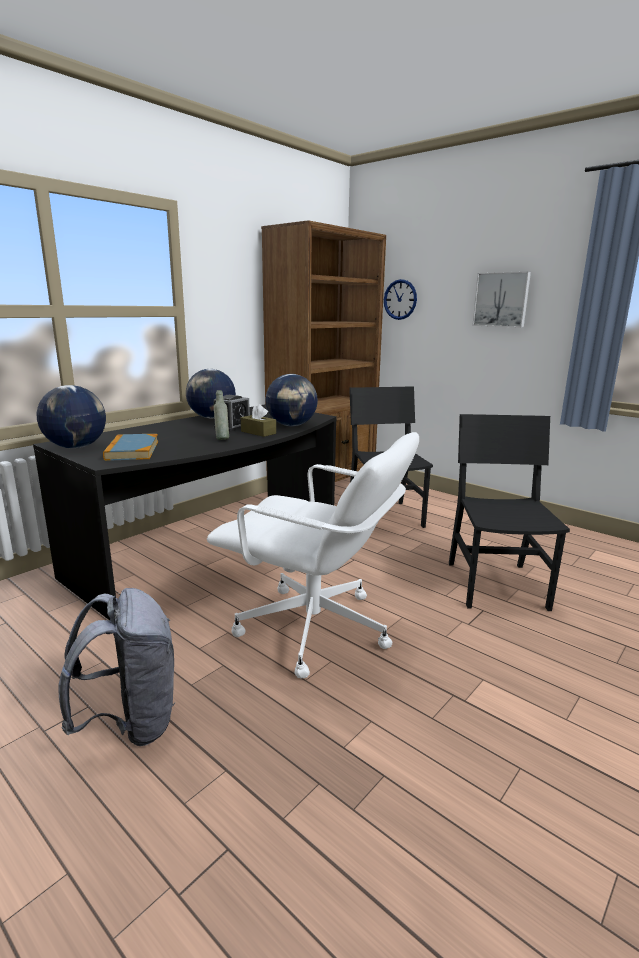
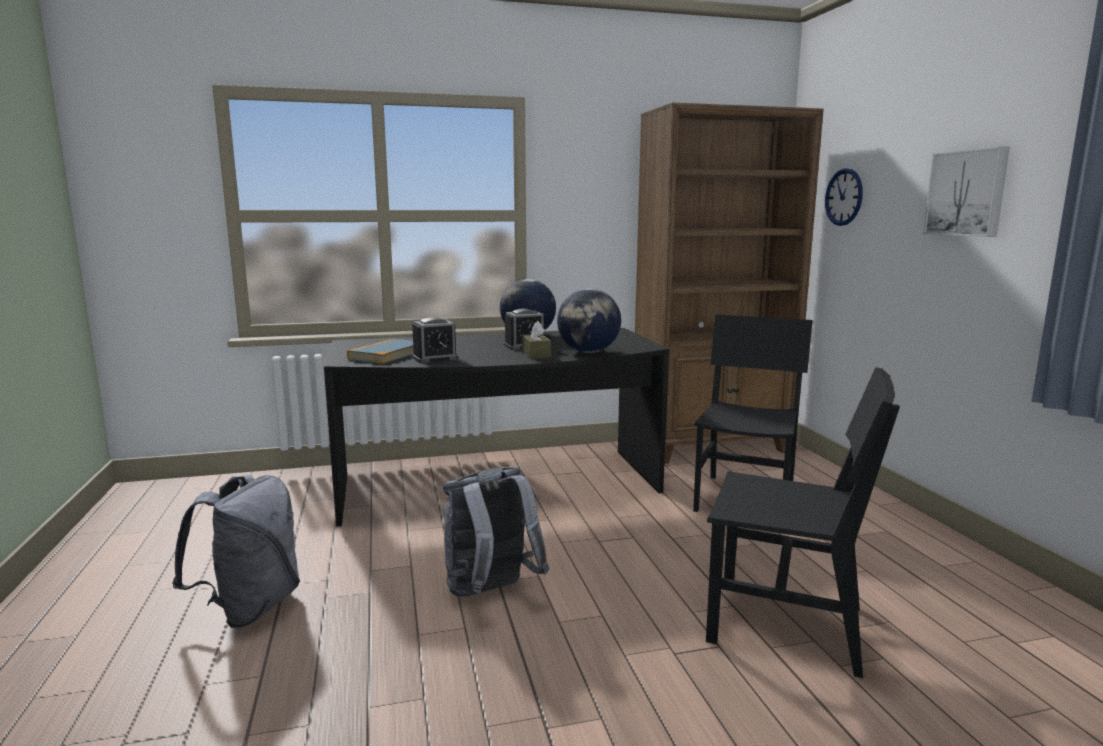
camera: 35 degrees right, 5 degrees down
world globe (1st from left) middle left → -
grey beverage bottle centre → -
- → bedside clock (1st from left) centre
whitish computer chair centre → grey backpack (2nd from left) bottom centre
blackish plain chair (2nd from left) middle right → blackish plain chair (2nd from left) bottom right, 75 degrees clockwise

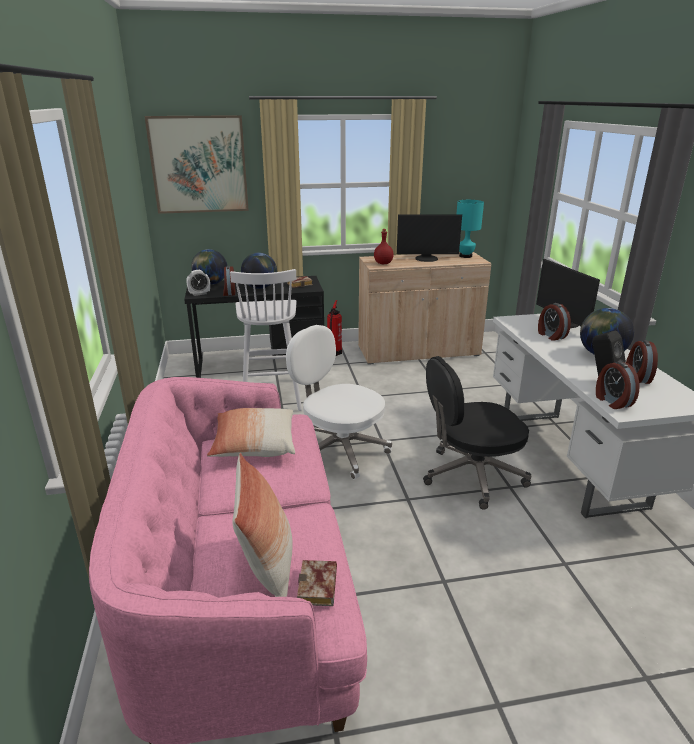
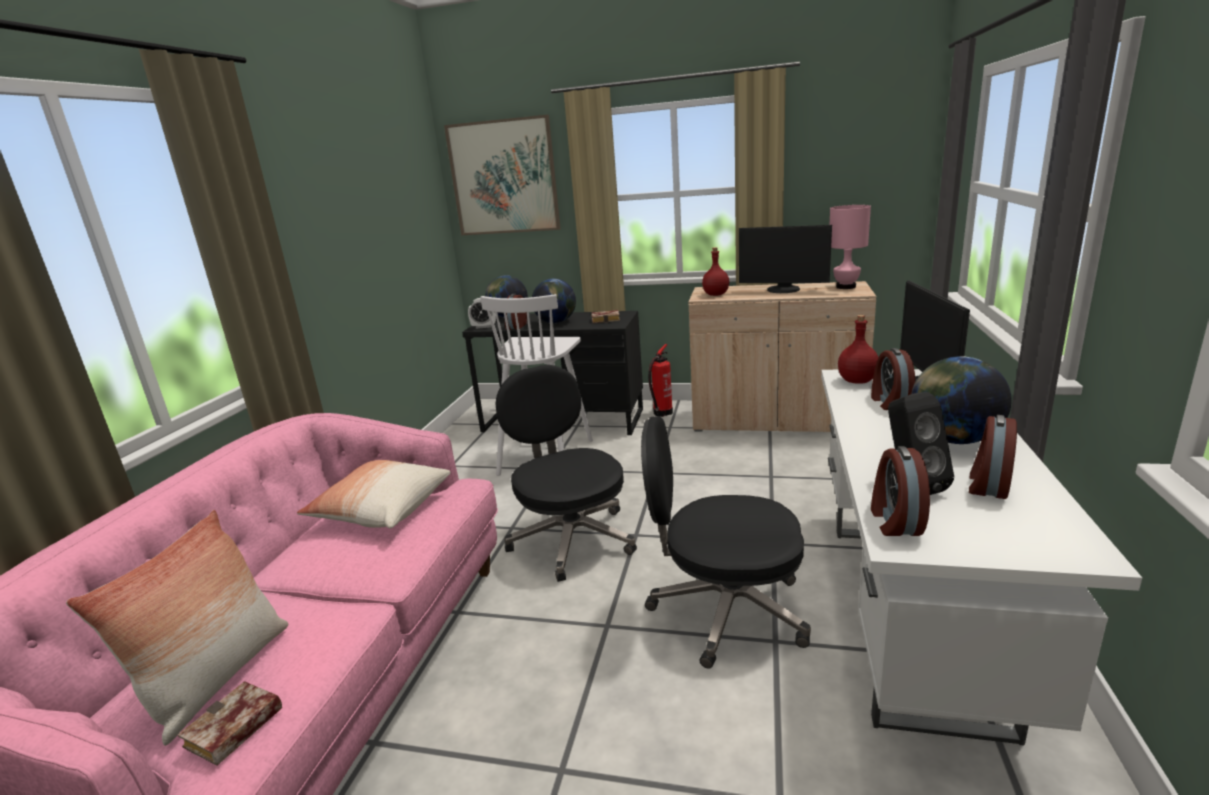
camera: 25 degrees right, 5 degrees down
- → red-coloured beverage bottle (2nd from left) middle right
whitish computer chair centre → blackish computer chair (1st from left) centre
blue-green lamp for a table top right → pink-coloured lamp for a table top right

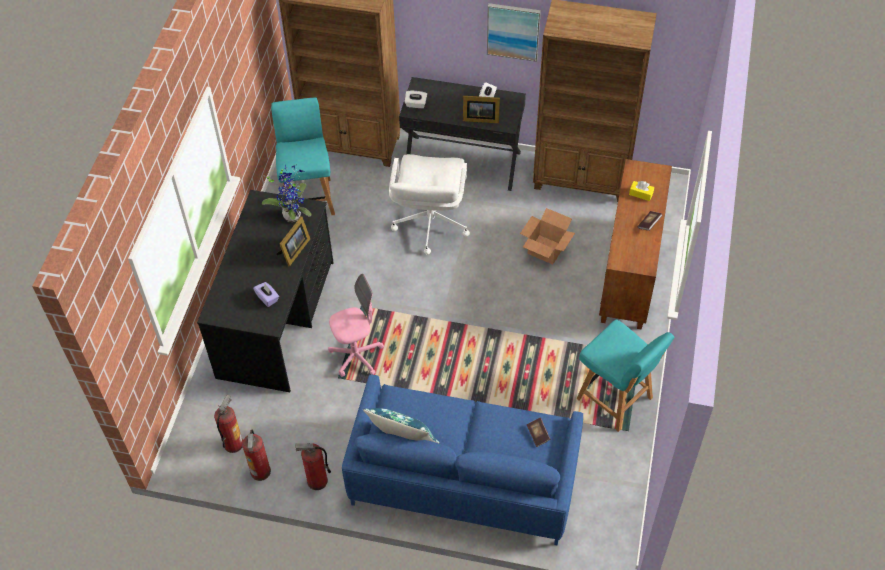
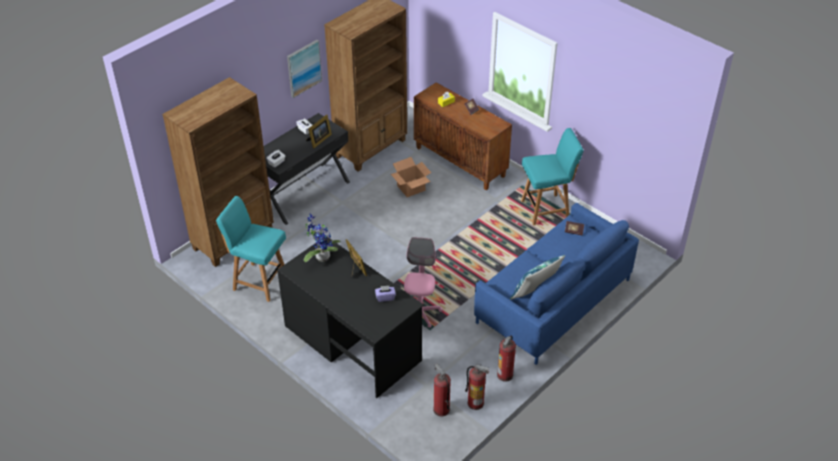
camera: 60 degrees left, 10 degrees down
whitish computer chair centre → -

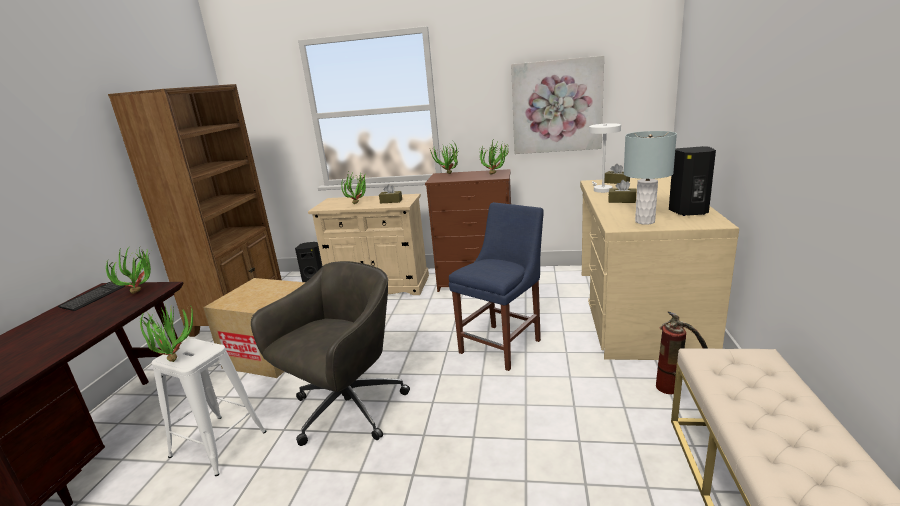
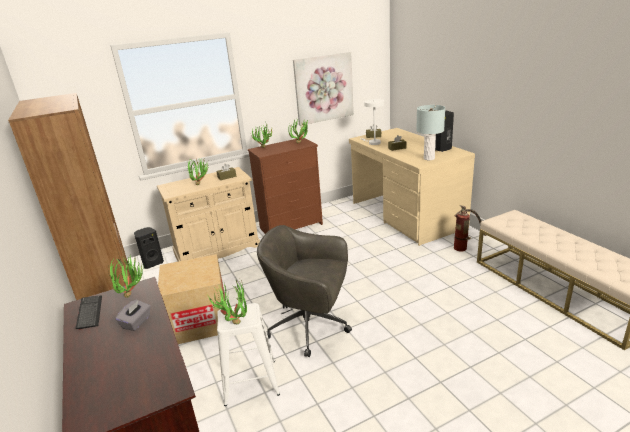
camera: 35 degrees left, 5 degrees up
blue-coloured plain chair centre → -
- → grey tissue box bottom left
grey computer chair bottom centre, 75 degrees counterclockwise

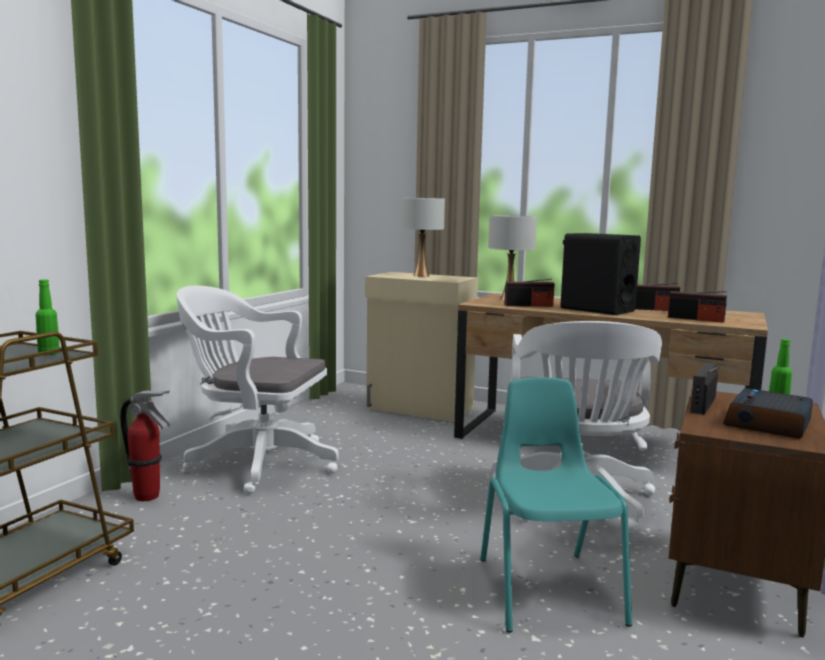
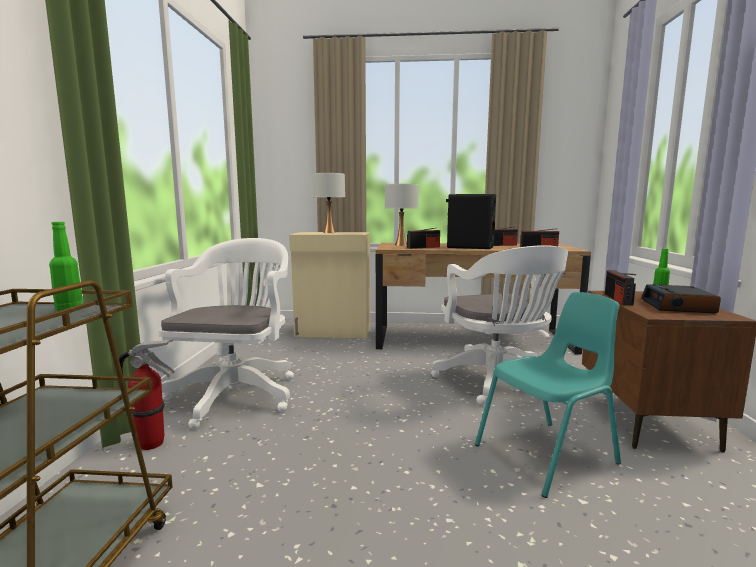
camera: 20 degrees left, 0 degrees up
whitish computer chair (1st from left) middle left, 105 degrees clockwise
blue-green plain chair bottom right, 90 degrees clockwise

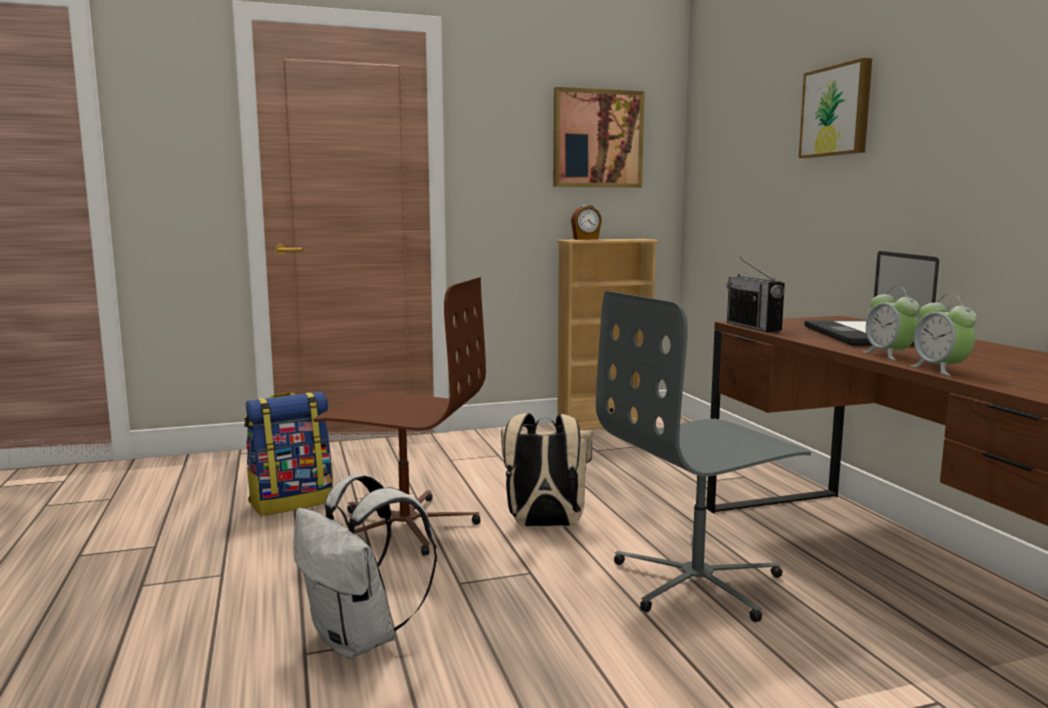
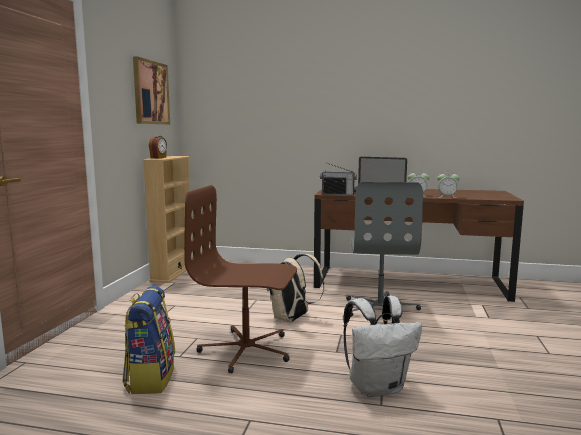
camera: 60 degrees left, 0 degrees up
picture (2nd from left) top right → -
brown-coloured computer chair centre, 120 degrees counterclockwise

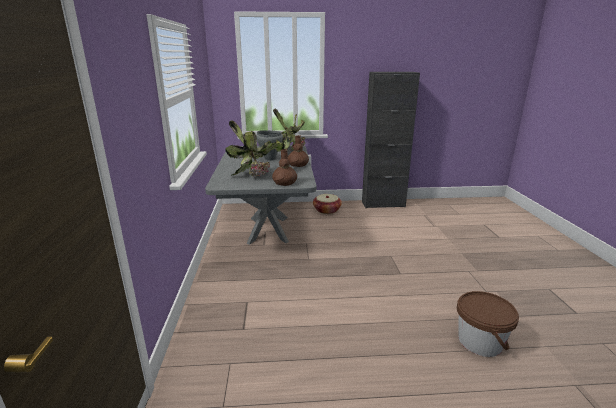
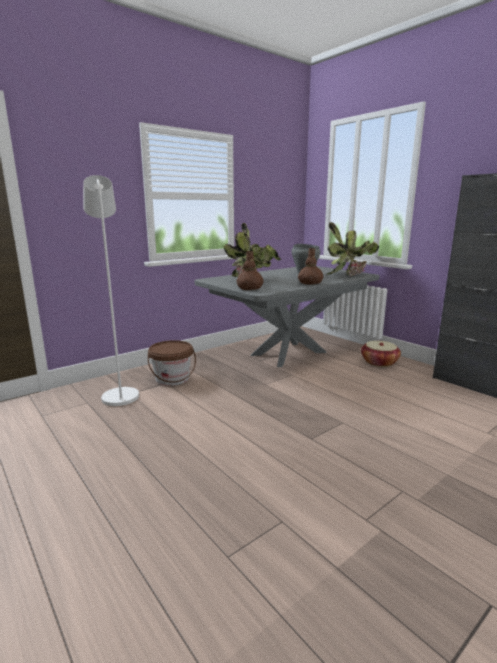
camera: 55 degrees right, 5 degrees down
- → whitish standard lamp middle left
brown-coloured bucket bottom right → brown-coloured bucket centre, moved

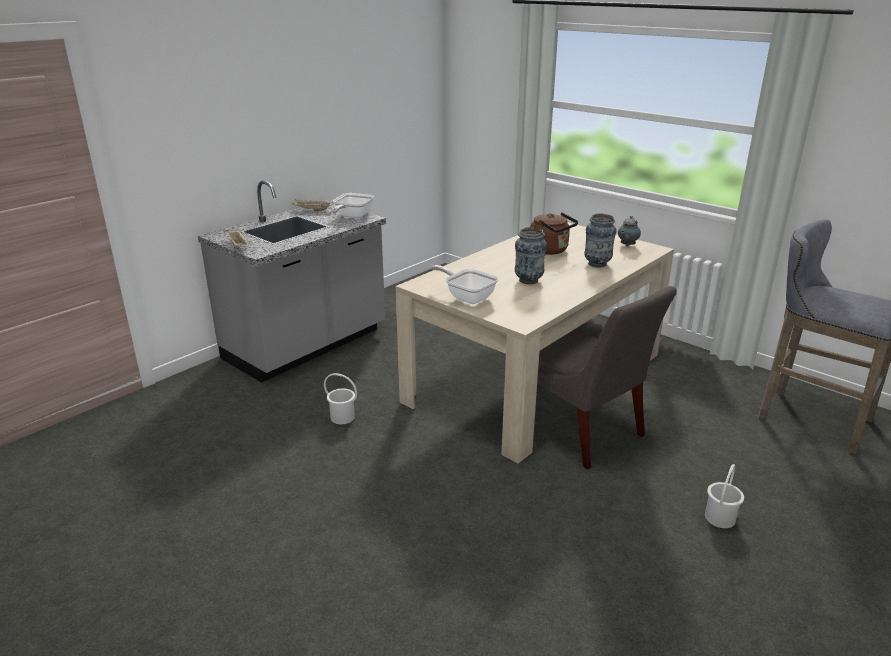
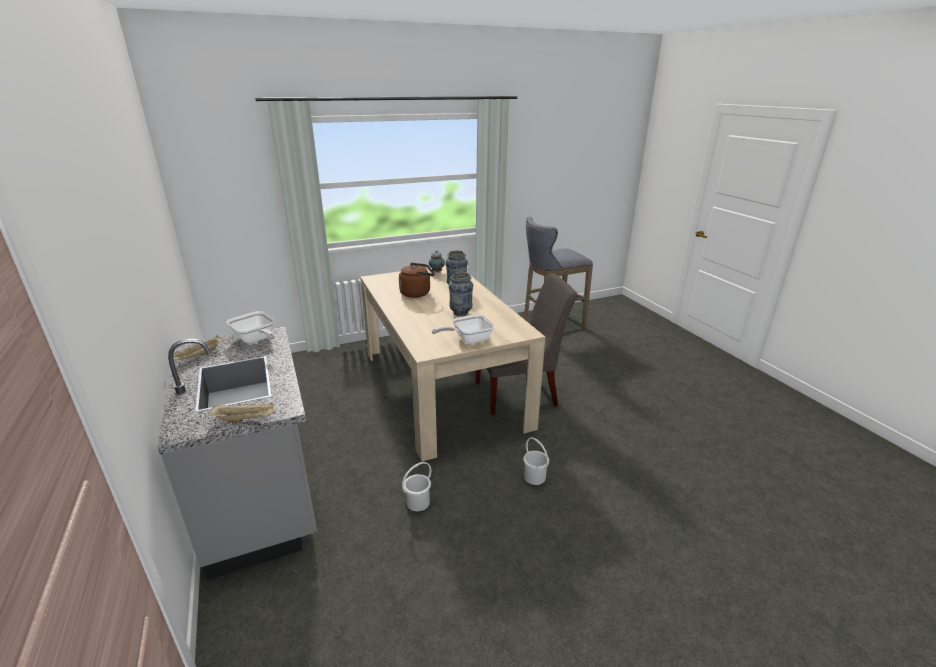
camera: 65 degrees left, 0 degrees up
whitish bucket (2nd from left) bottom right → whitish bucket (2nd from left) bottom centre, moved

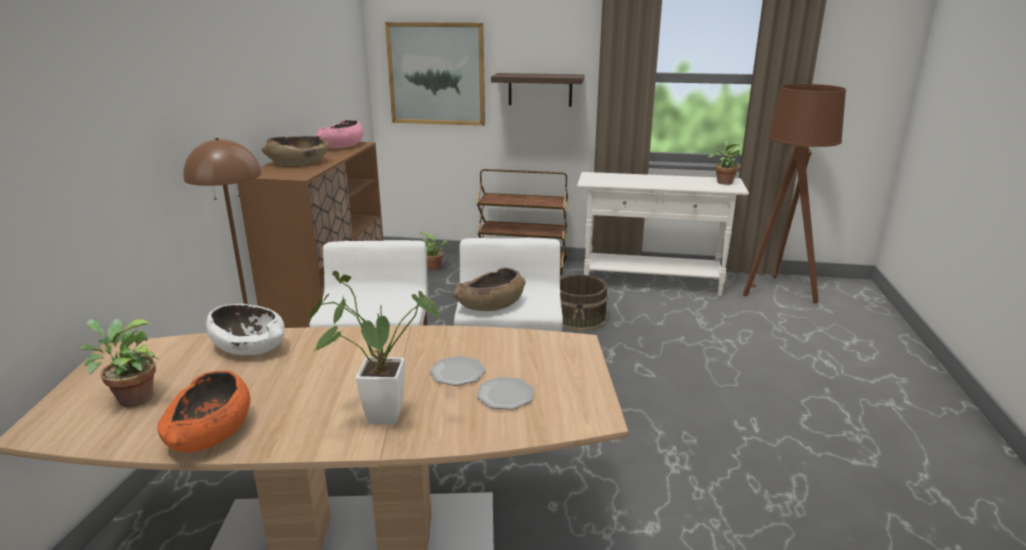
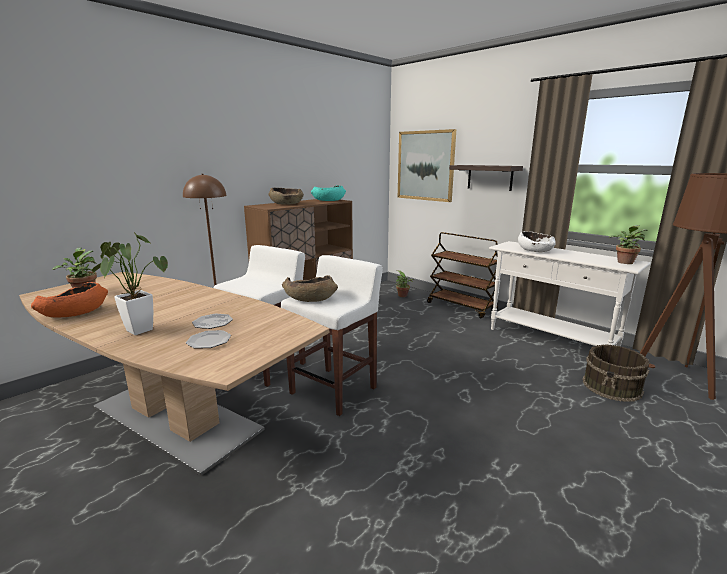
camera: 35 degrees right, 5 degrees down
whitish serving bowl middle left → whitish serving bowl middle right, moved
brown-coloured bucket centre → brown-coloured bucket middle right, moved
pink-coloured serving bowl top left → blue-green serving bowl centre

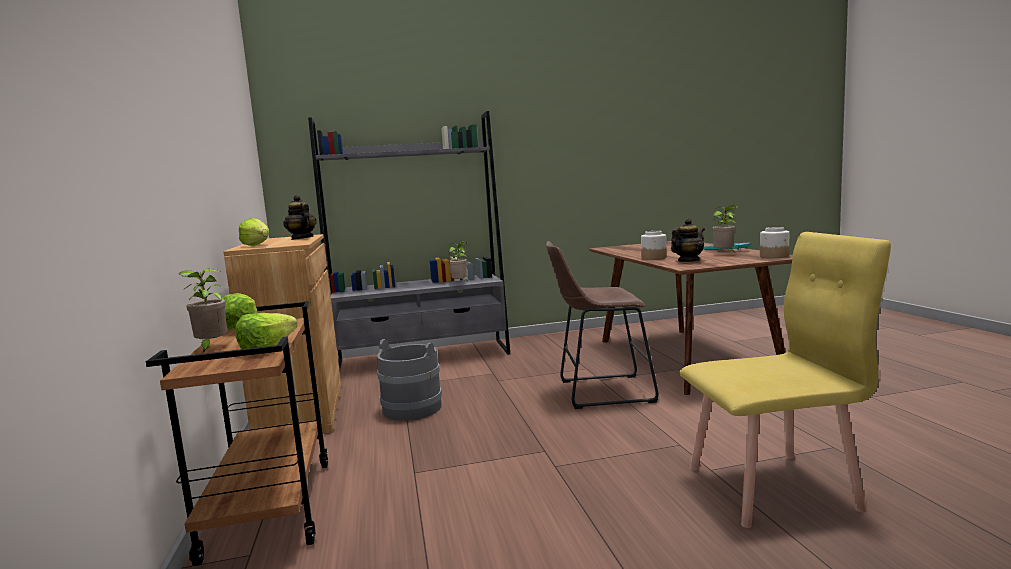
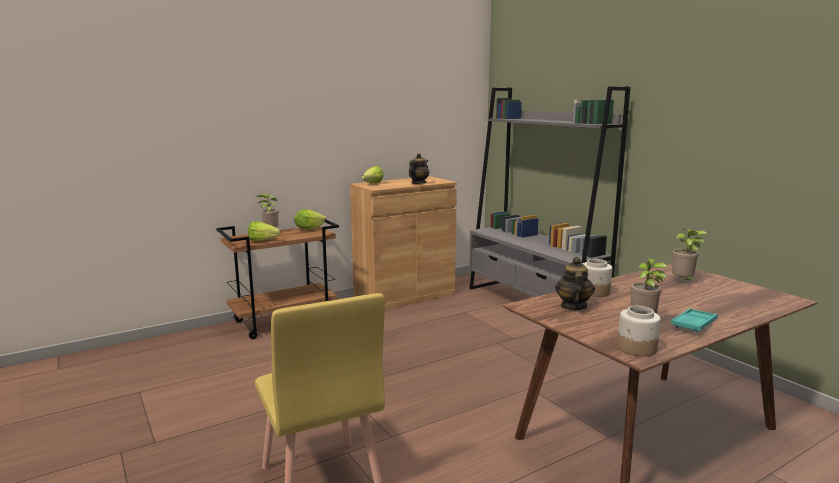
camera: 70 degrees right, 5 degrees up
grey bucket bottom centre → -
brown-coloured sitting stool centre → -
plant in a pot (2nd from left in the first image) centre → plant in a pot (3rd from left) middle right, moved
tea pot (2nd from left) middle right, 120 degrees counterclockwise

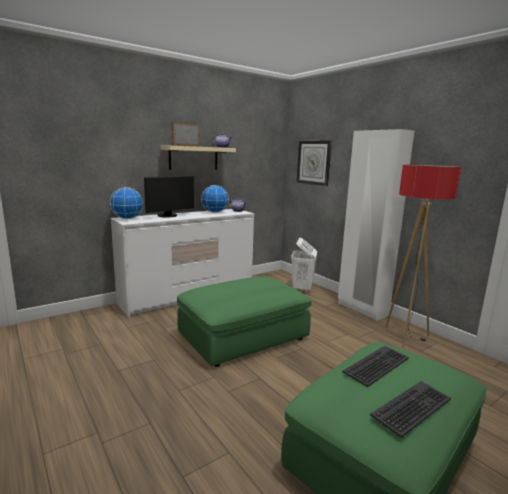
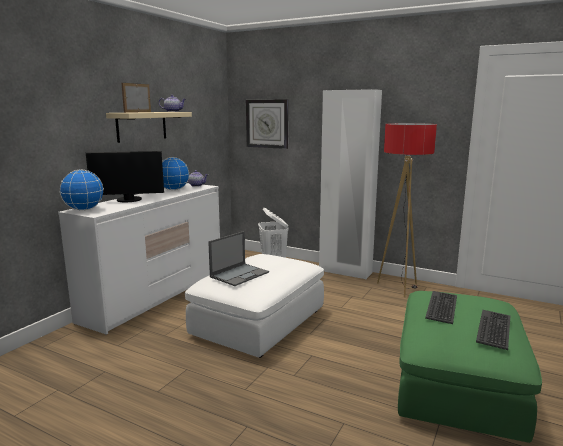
camera: 25 degrees left, 0 degrees up
- → notebook computer centre
green-coloured footrest (1st from left) centre → whitish footrest bottom centre
monitor middle left, 60 degrees clockwise

